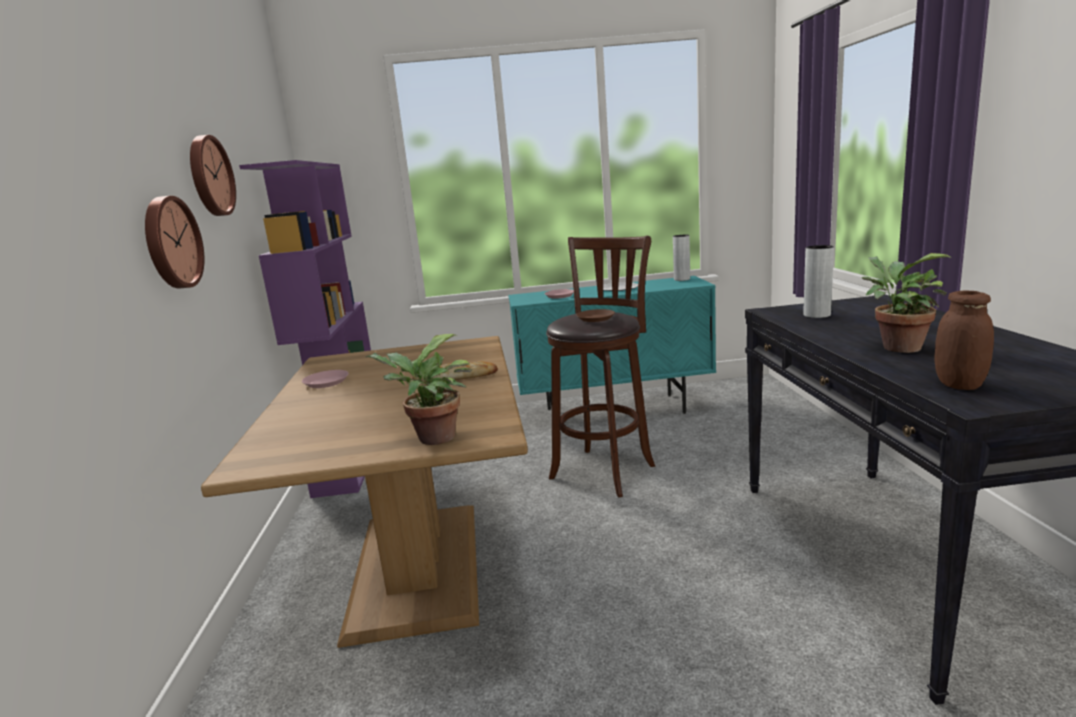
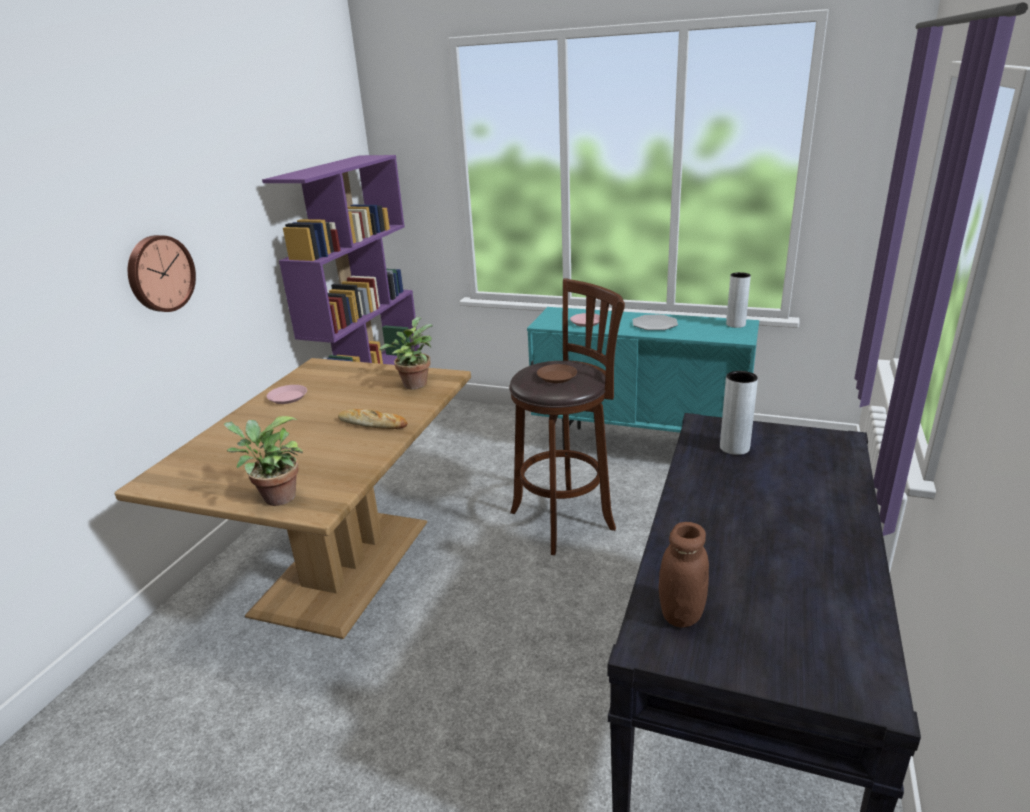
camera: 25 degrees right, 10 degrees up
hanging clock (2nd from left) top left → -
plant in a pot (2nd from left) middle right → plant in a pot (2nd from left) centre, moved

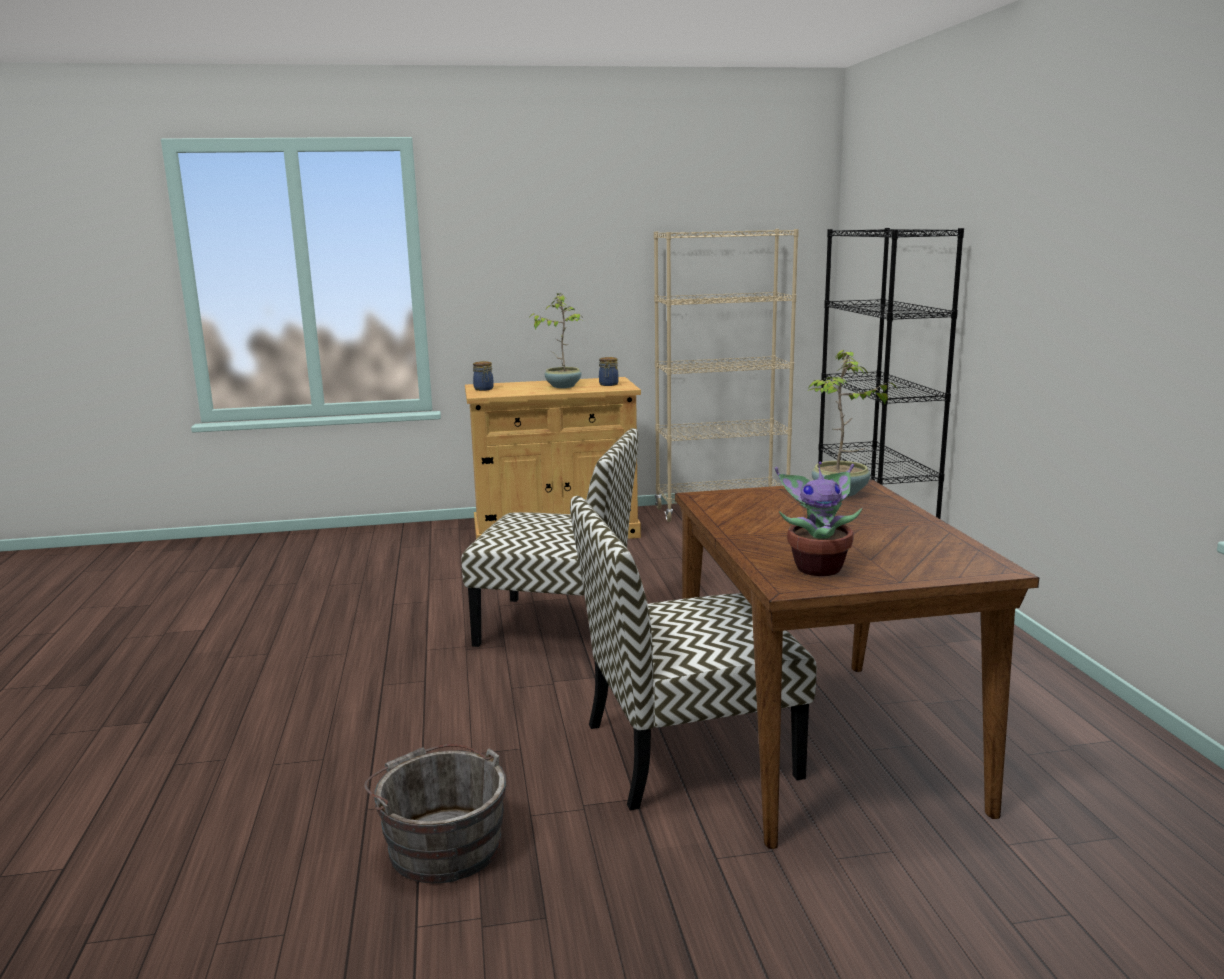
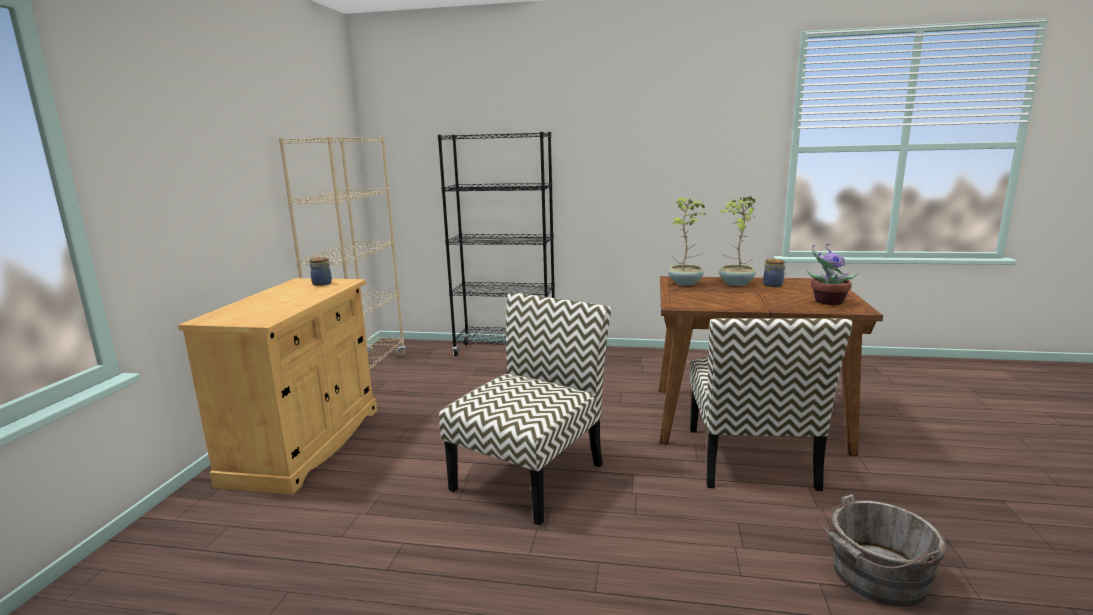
camera: 70 degrees left, 0 degrees up
preserve jar (1st from left in the first image) centre → preserve jar (2nd from left) middle right, moved
plant in a pot (1st from left in the first image) centre → plant in a pot (2nd from left) middle right, moved

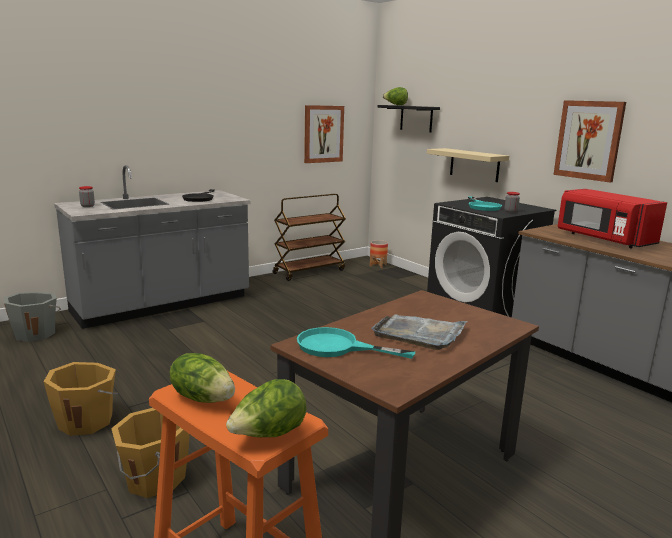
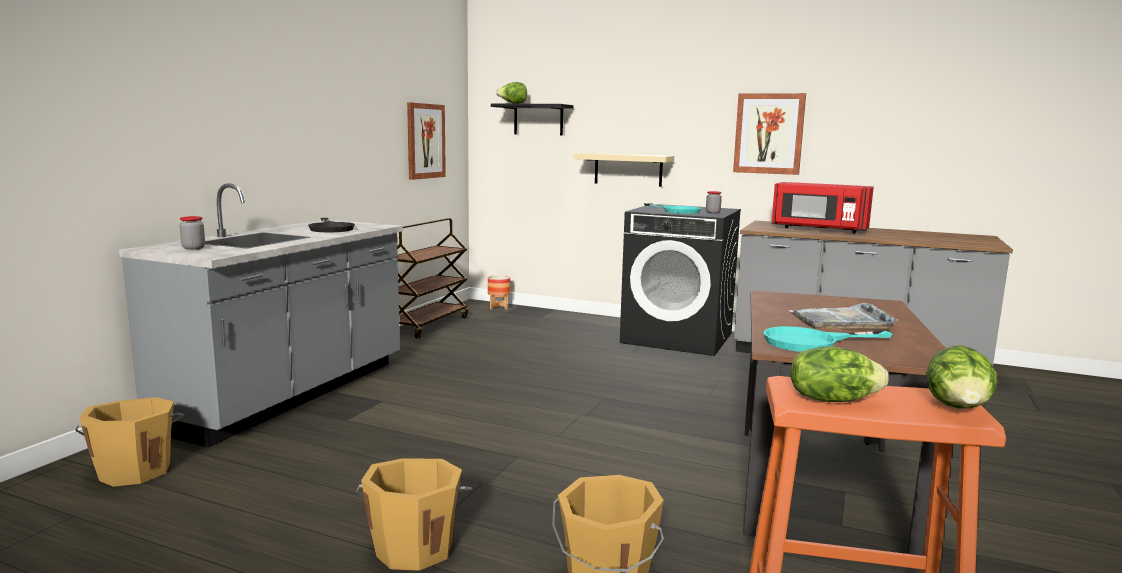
camera: 30 degrees left, 5 degrees down
grey bucket middle left → orange bucket (1st from left) bottom left

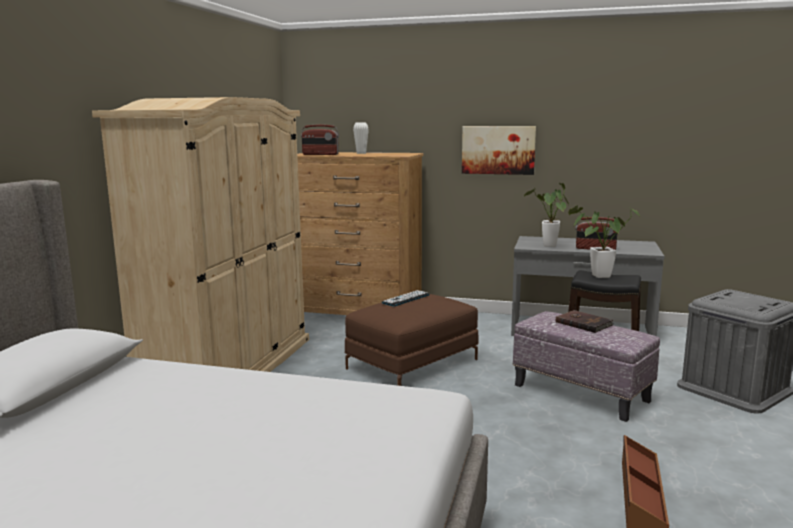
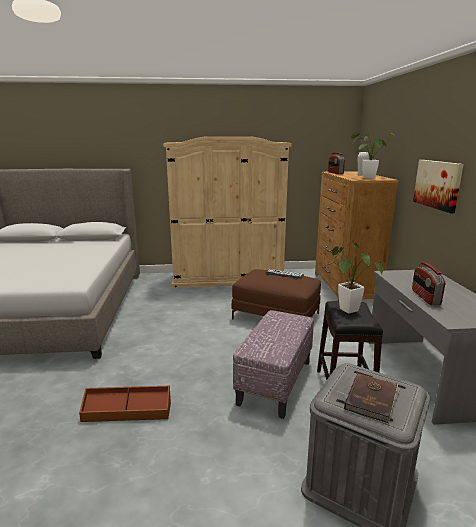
camera: 70 degrees right, 5 degrees up
plant in a pot (1st from left in the first image) middle right → plant in a pot (2nd from left) top right, moved
brown-coloured volume middle right → brown-coloured volume bottom right, moved

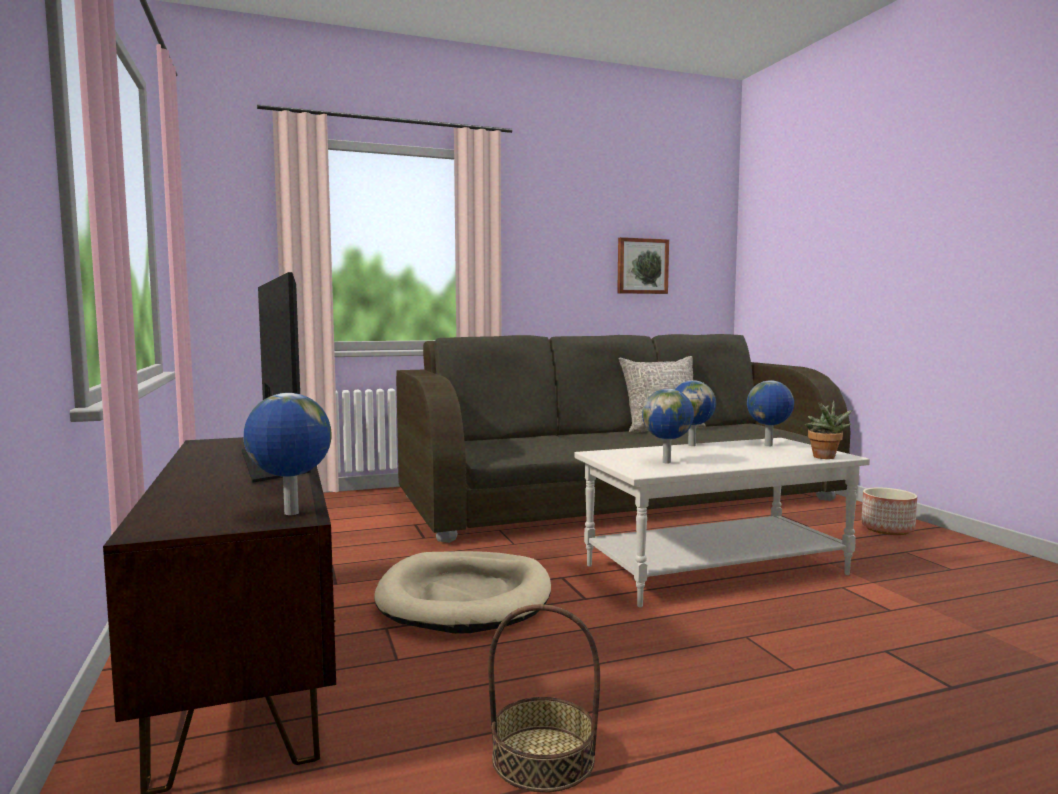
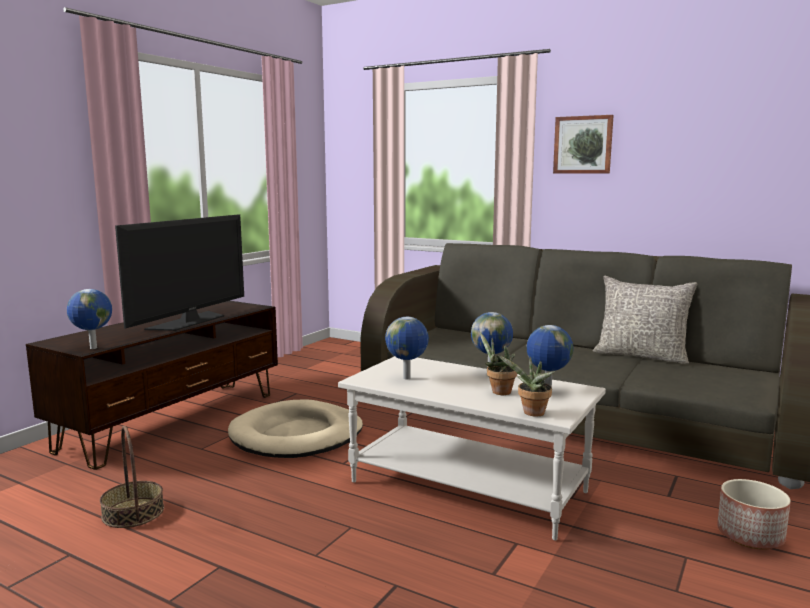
camera: 50 degrees right, 5 degrees up
- → plant in a pot (1st from left) centre
picture centre → picture top right, moved

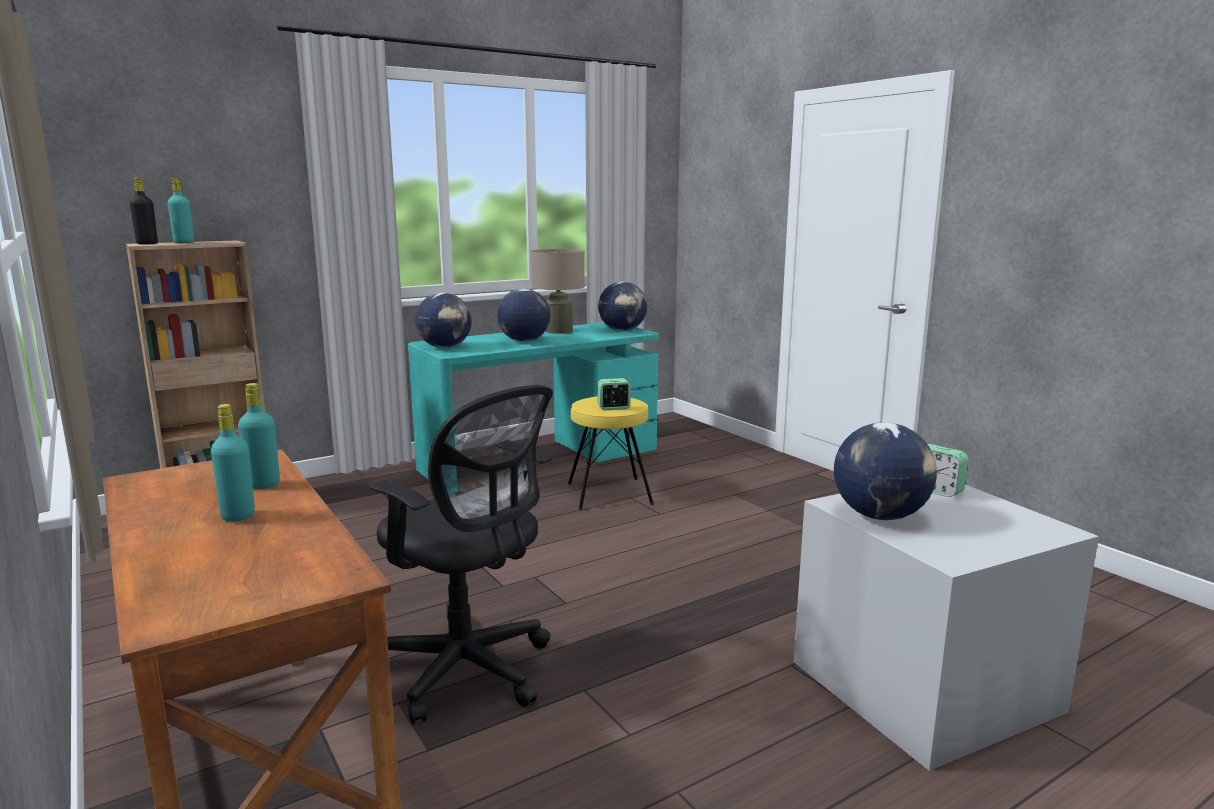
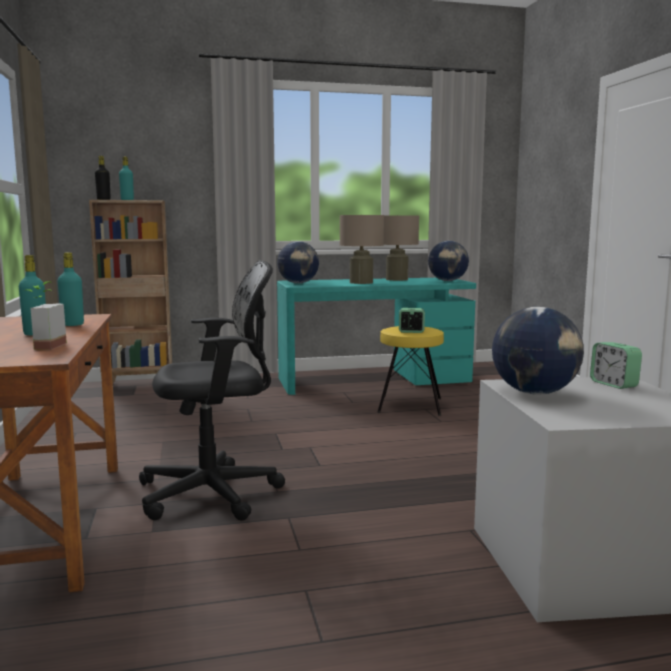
camera: 20 degrees right, 5 degrees down
- → plant in a pot middle left
world globe (2nd from left) centre → sand-coloured lamp for a table (1st from left) centre
blackish computer chair bottom centre → blackish computer chair middle left, 75 degrees counterclockwise

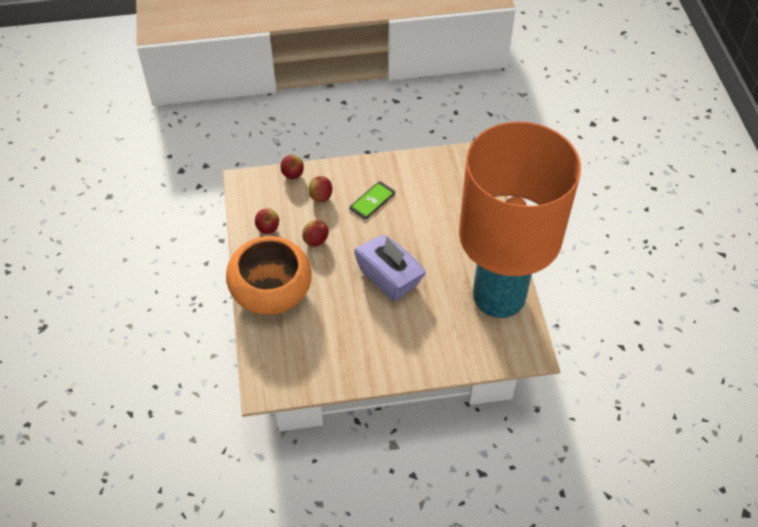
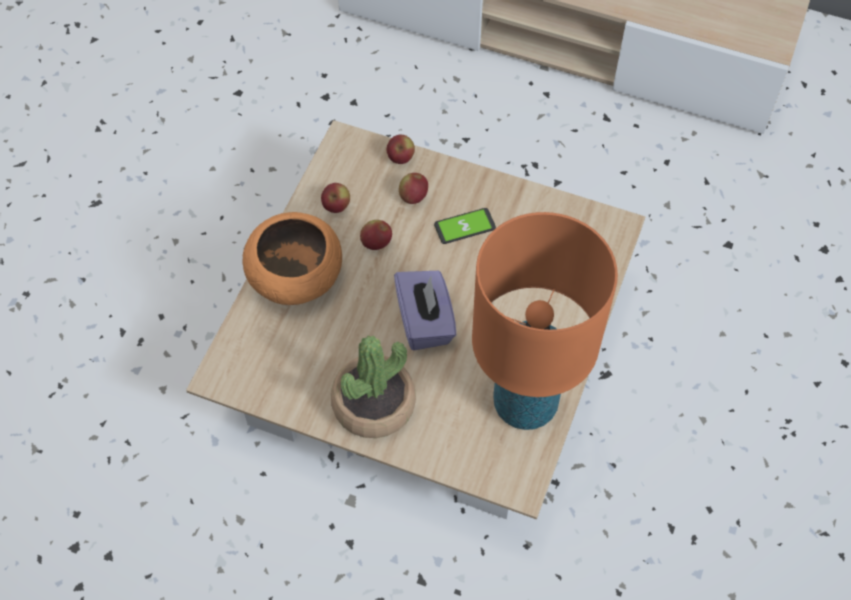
camera: 30 degrees right, 5 degrees up
- → plant in a pot centre

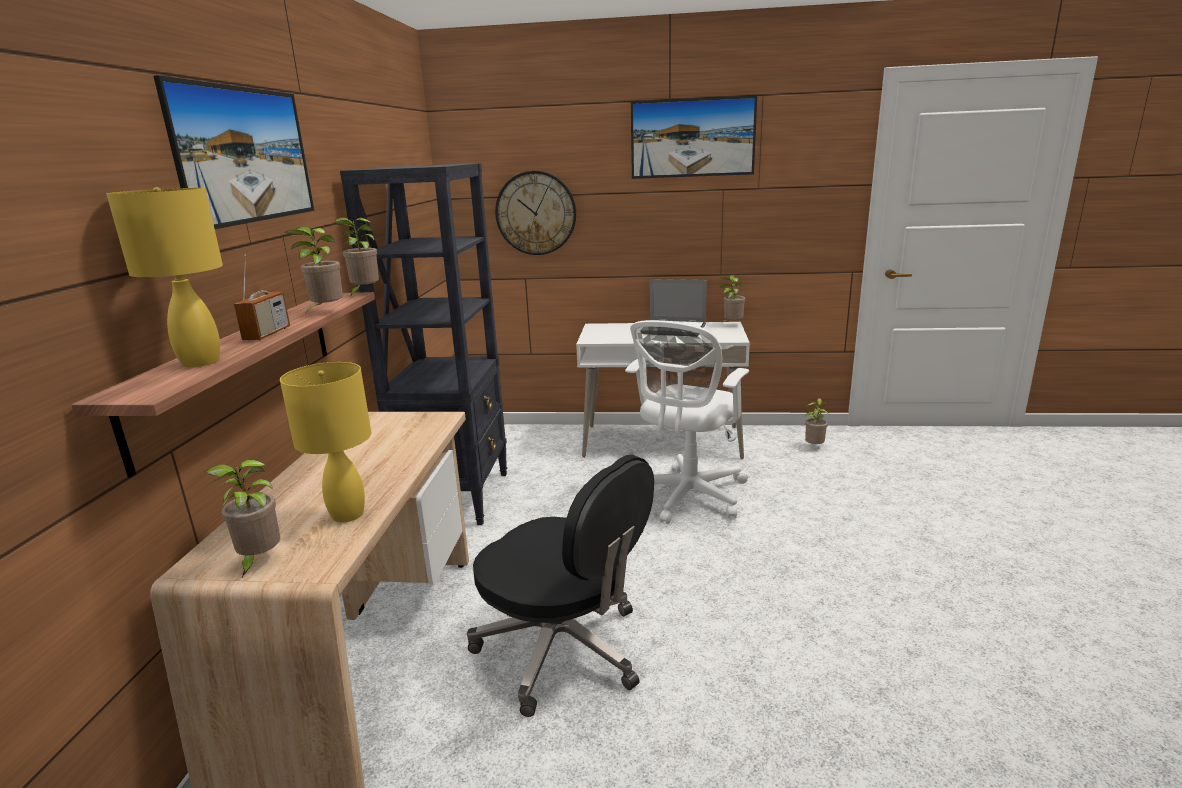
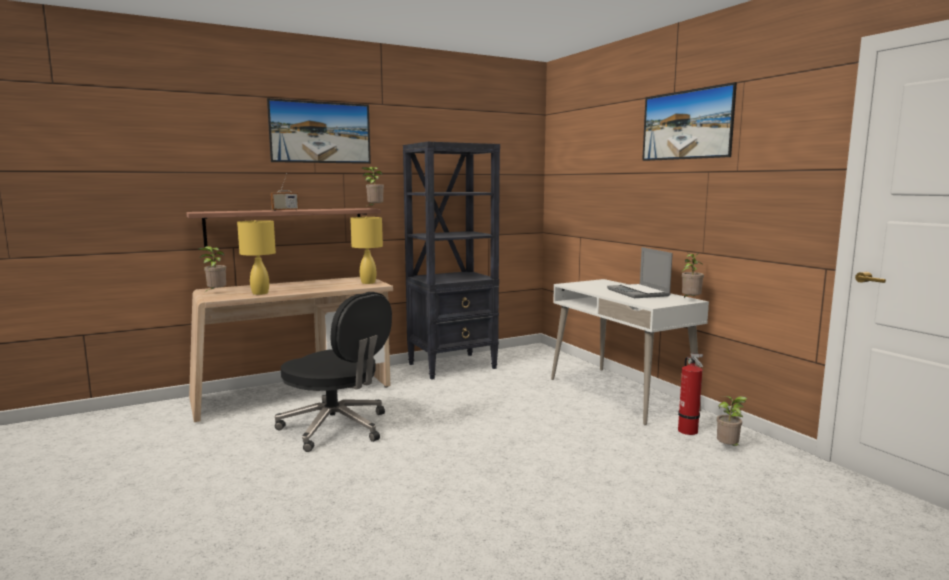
camera: 55 degrees right, 10 degrees down
plant in a pot (2nd from left) middle left → -
hanging clock top centre → -
whitish computer chair centre → -
- → extinguisher bottom right
yellow-coloured lamp for a table (1st from left in the first image) middle left → yellow-coloured lamp for a table (2nd from left) centre, moved
blackish computer chair bottom centre → blackish computer chair centre, 60 degrees counterclockwise

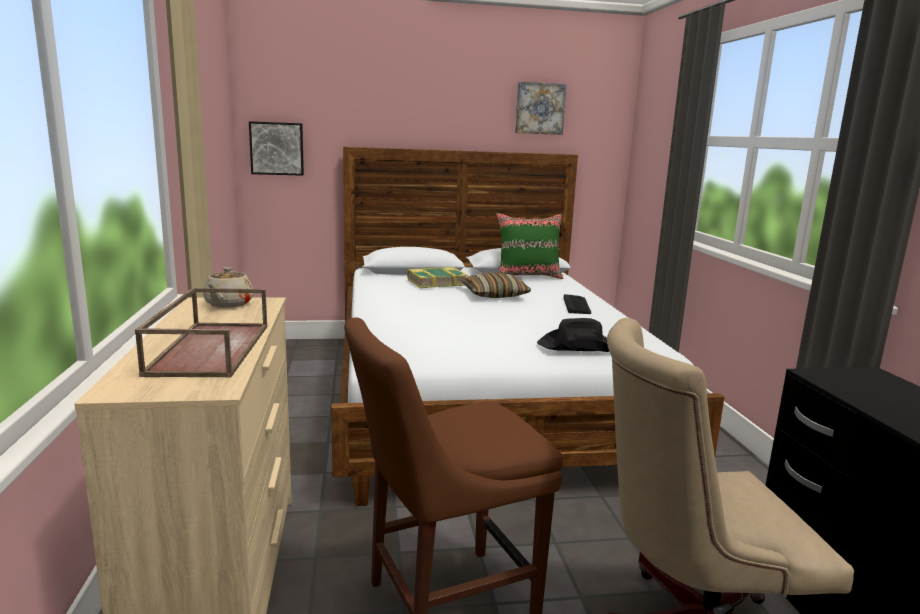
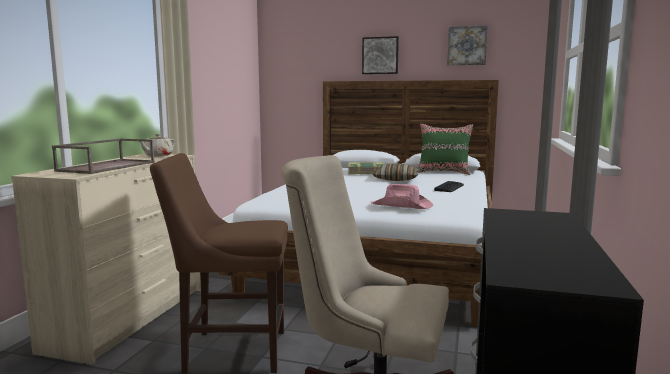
camera: 25 degrees right, 5 degrees down
picture (1st from left) top left → picture (1st from left) top centre, moved
blackish hat centre → pink-coloured hat centre

